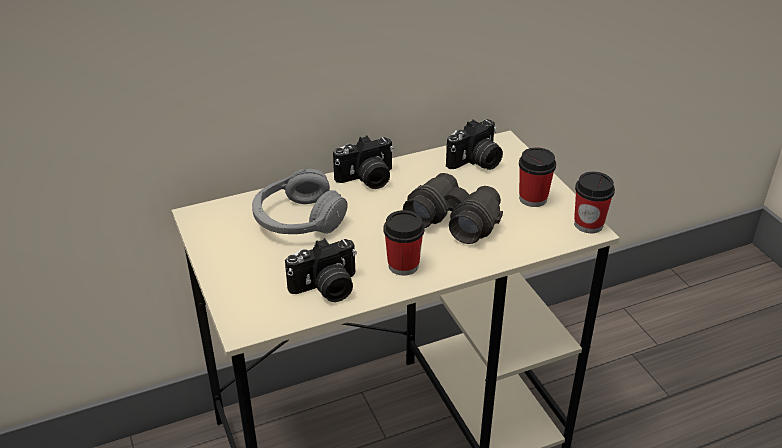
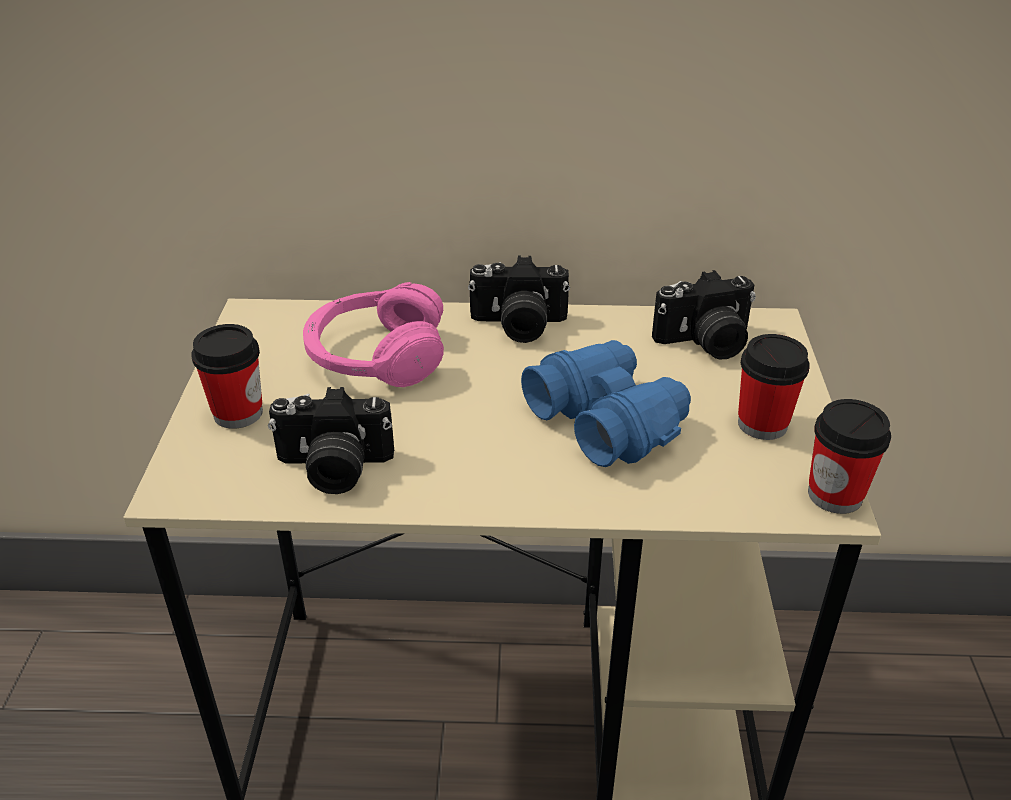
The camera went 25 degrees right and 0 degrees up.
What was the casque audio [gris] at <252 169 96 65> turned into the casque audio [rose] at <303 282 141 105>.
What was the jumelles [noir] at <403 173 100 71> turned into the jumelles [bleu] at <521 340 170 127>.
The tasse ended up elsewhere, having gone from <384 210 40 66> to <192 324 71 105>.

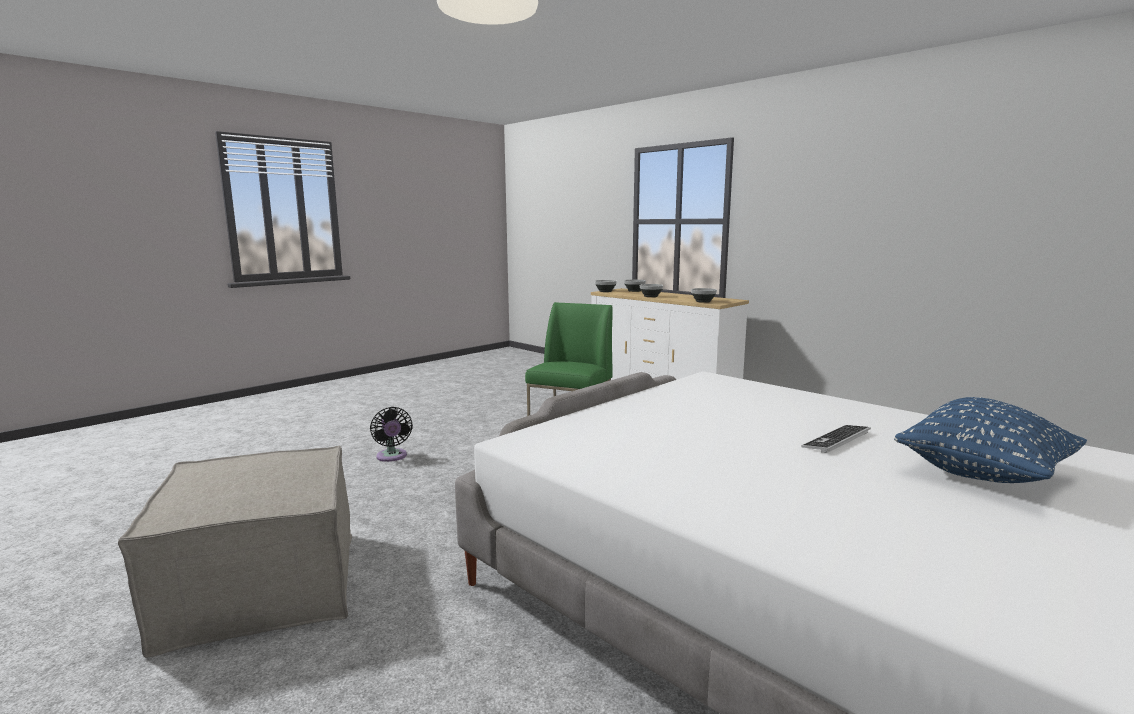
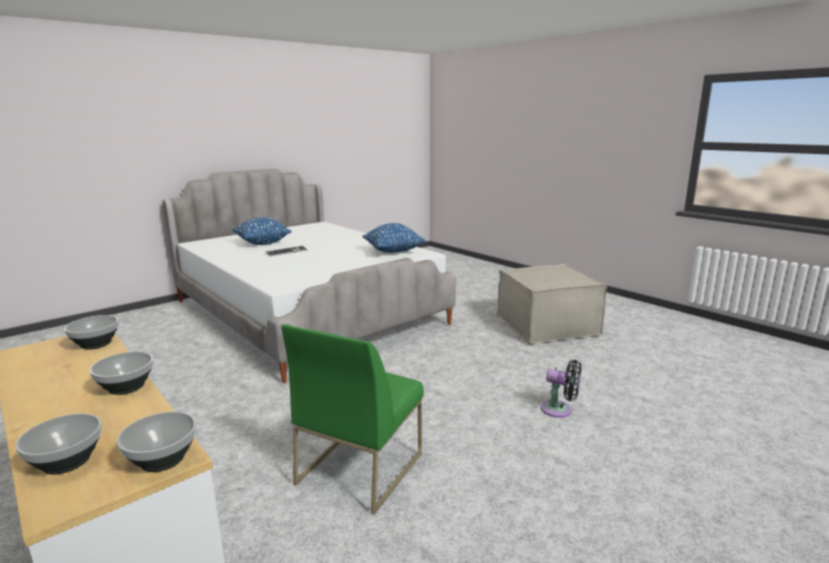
The camera went 175 degrees left and 5 degrees up.
The ventilateur [noir] at <370 407 43 55> ended up facing another way, 135 degrees clockwise from before.
The second view gained the coussin [bleu] at <363 223 63 30>.

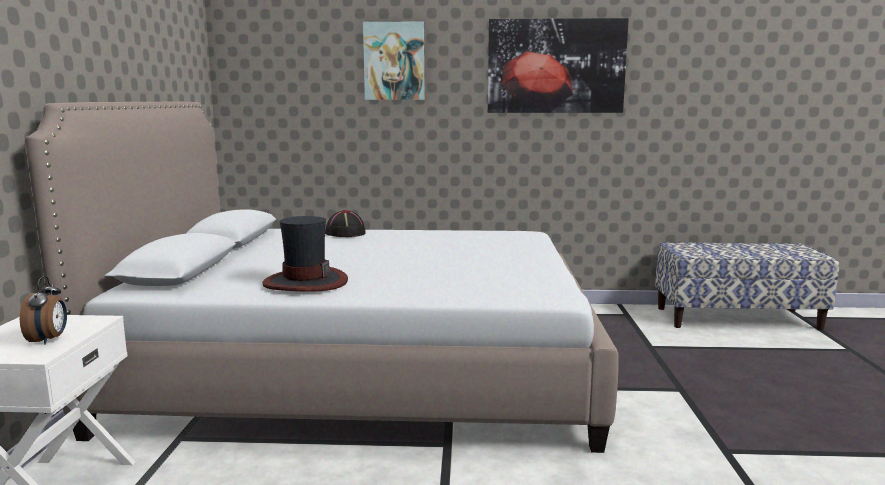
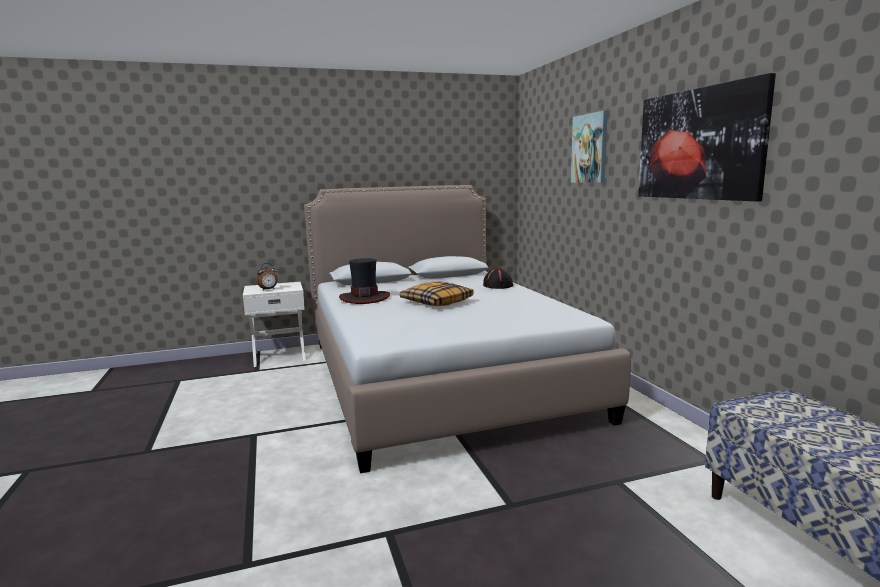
The camera went 70 degrees right and 0 degrees up.
The second view gained the coussin at <400 282 74 24>.

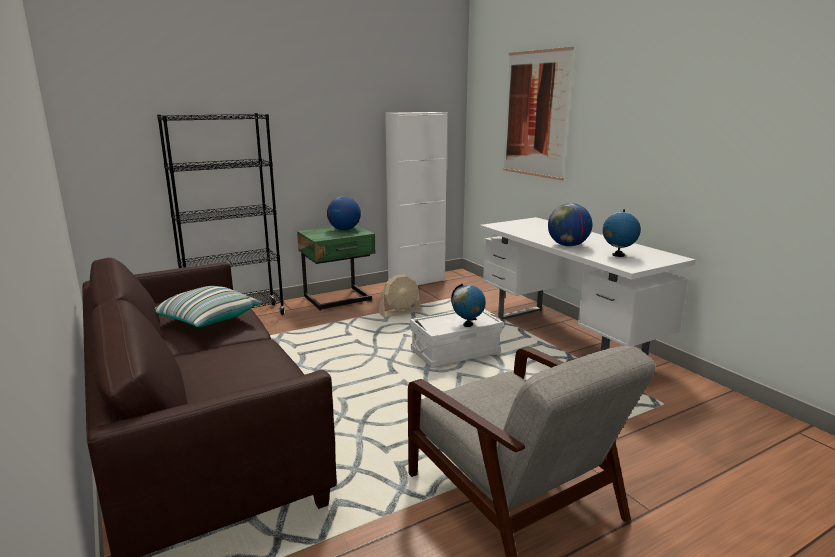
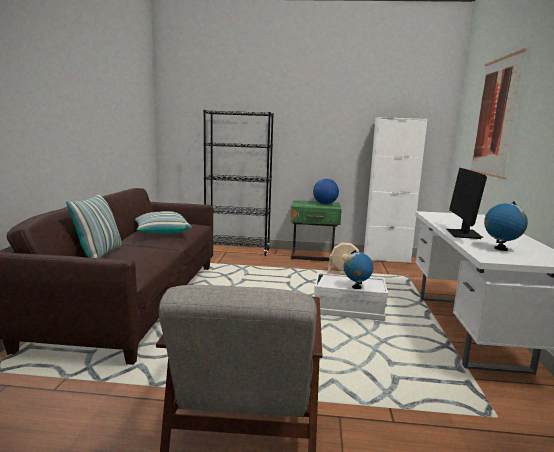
The camera went 35 degrees right and 5 degrees down.
Where the globe stood at <548 203 44 43>, the écran d'ordinateur came to stand at <446 168 41 71>.
The second view gained the coussin at <66 193 56 65>.

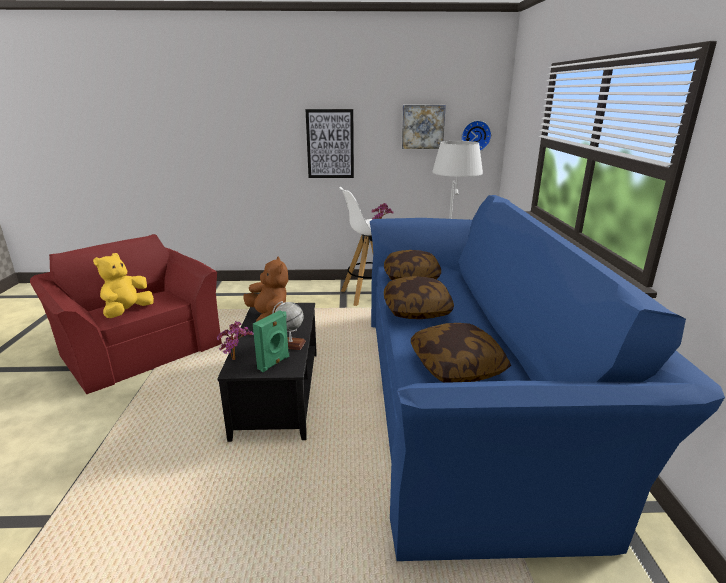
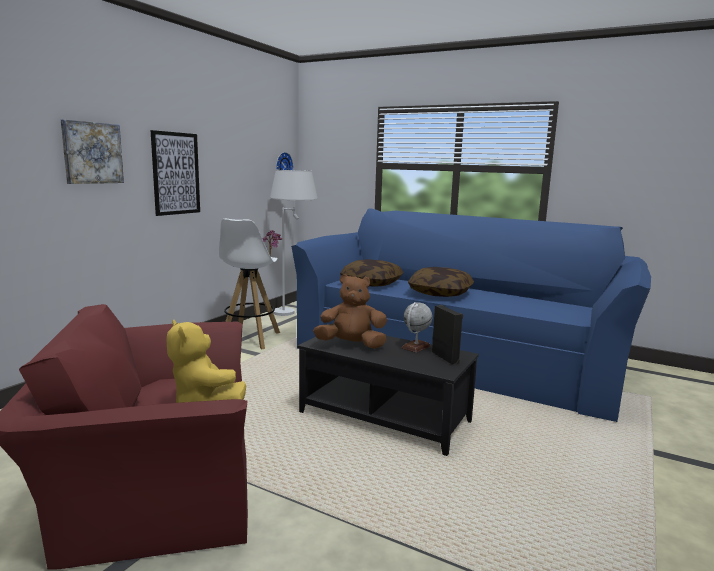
The camera went 60 degrees left and 10 degrees down.
The tableau ended up elsewhere, having gone from <402 105 44 44> to <61 120 63 64>.
What was the enceinte [vert] at <253 310 36 62> turned into the enceinte [noir] at <432 305 31 59>.
The second view lost the plante en pot at <217 321 37 39>.
The second view lost the coussin at <411 323 100 60>.

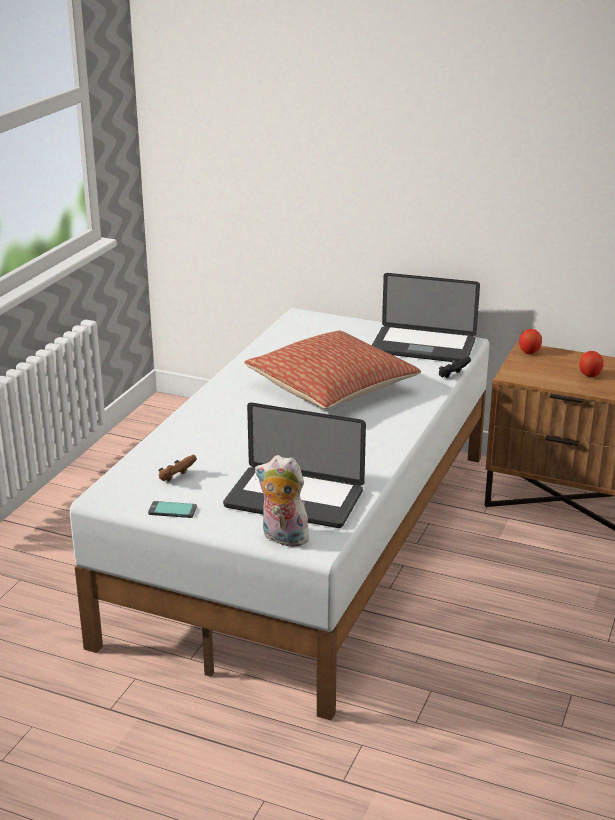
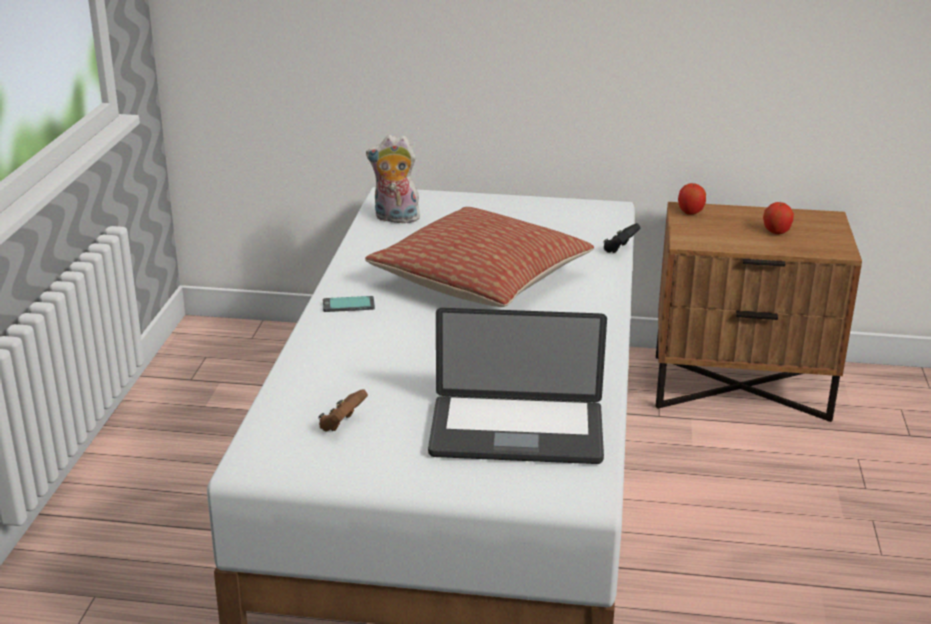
The camera went 15 degrees left and 0 degrees up.
The second view lost the ordinateur portable at <372 273 108 89>.
The peluche ended up elsewhere, having gone from <255 455 58 92> to <366 135 56 88>.
The téléphone ended up elsewhere, having gone from <148 501 49 17> to <323 296 52 16>.

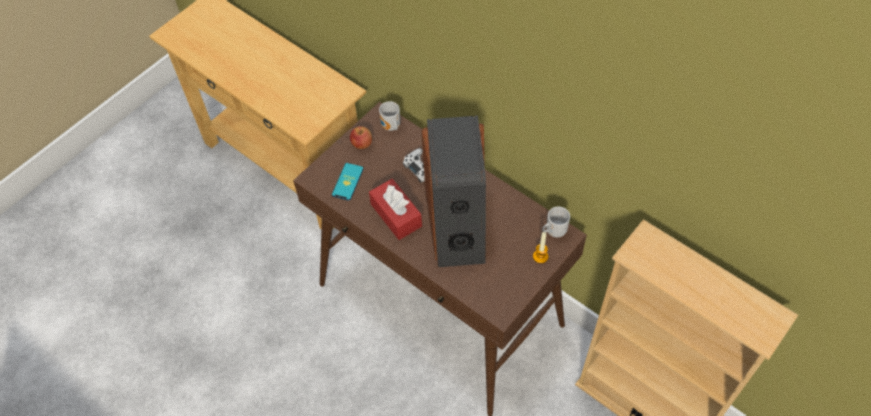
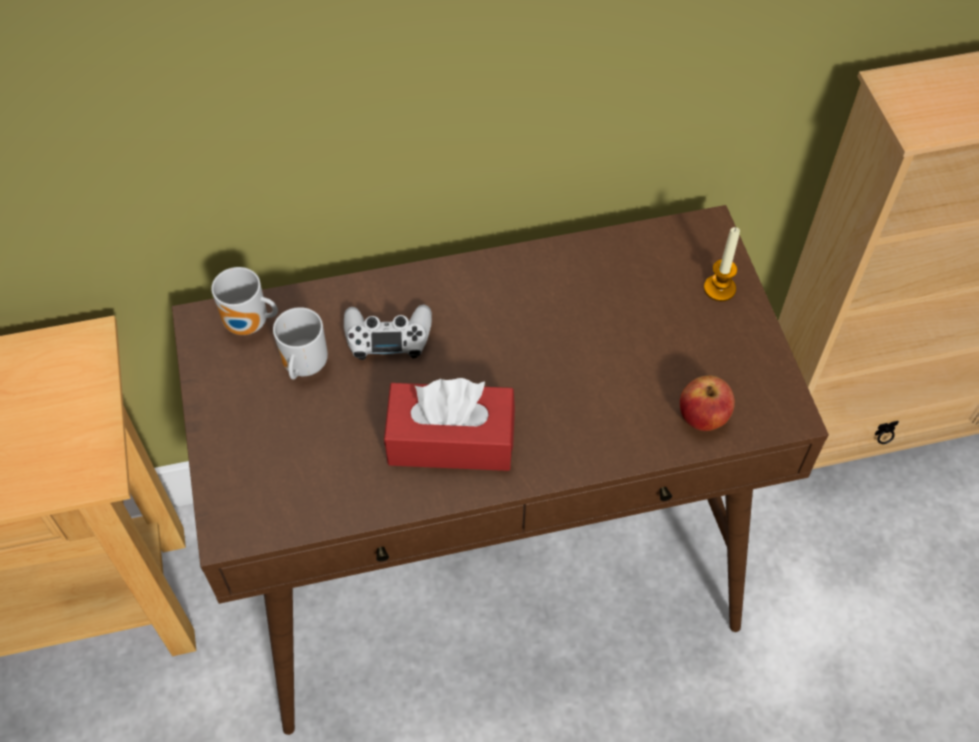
The camera went 55 degrees left and 0 degrees up.
The second view lost the enceinte at <421 116 65 151>.
The pomme ended up elsewhere, having gone from <350 126 22 23> to <680 375 55 56>.
The second view lost the téléphone at <332 163 32 38>.
The mug ended up elsewhere, having gone from <542 207 28 31> to <273 307 55 73>.

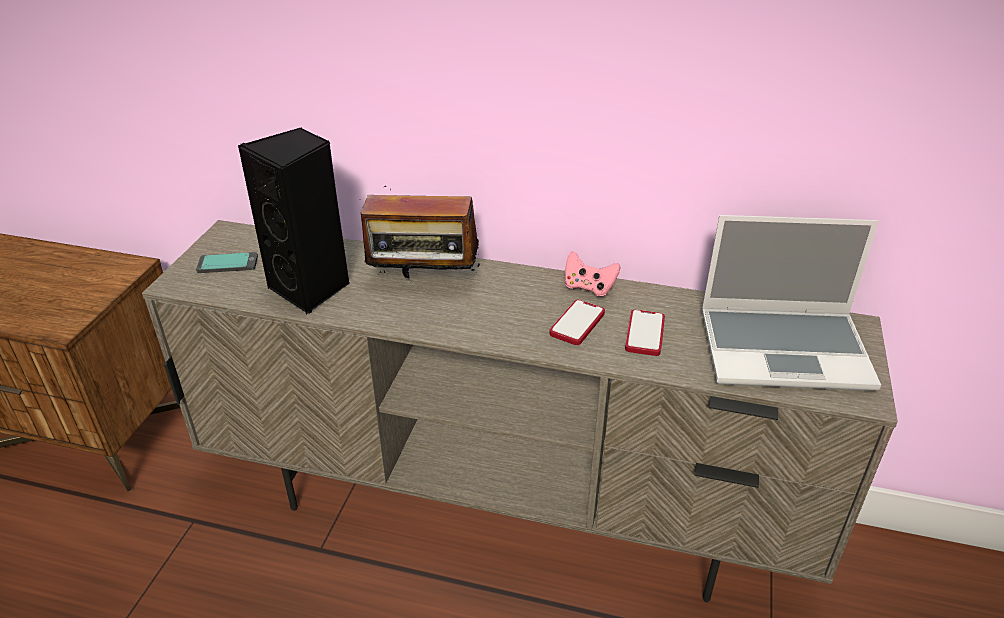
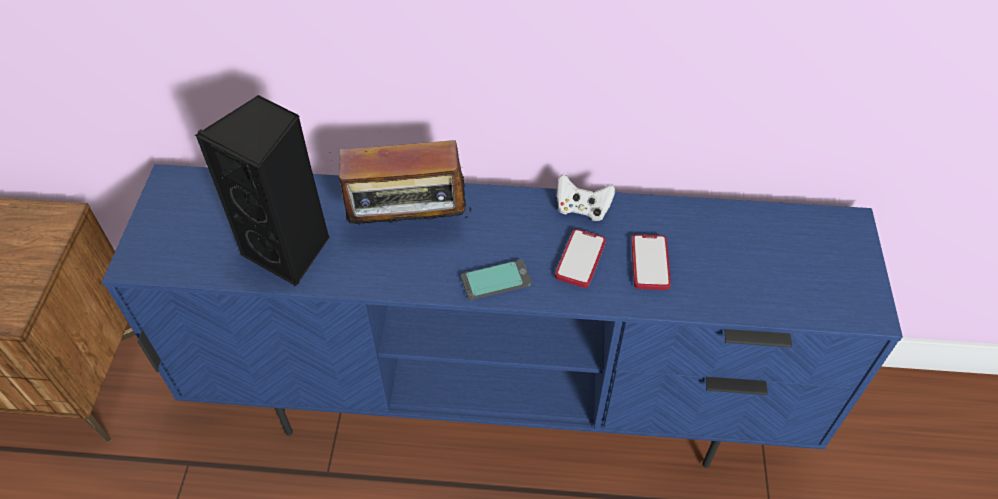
The camera went 10 degrees left and 15 degrees up.
The second view lost the ordinateur portable at <701 215 180 176>.
What was the meuble télé [beige] at <142 220 756 382> turned into the meuble télé [bleu] at <102 164 801 304>.
What was the manette [rose] at <565 251 55 46> turned into the manette [blanc] at <557 174 58 47>.
The téléphone ended up elsewhere, having gone from <196 252 62 21> to <461 260 70 40>.

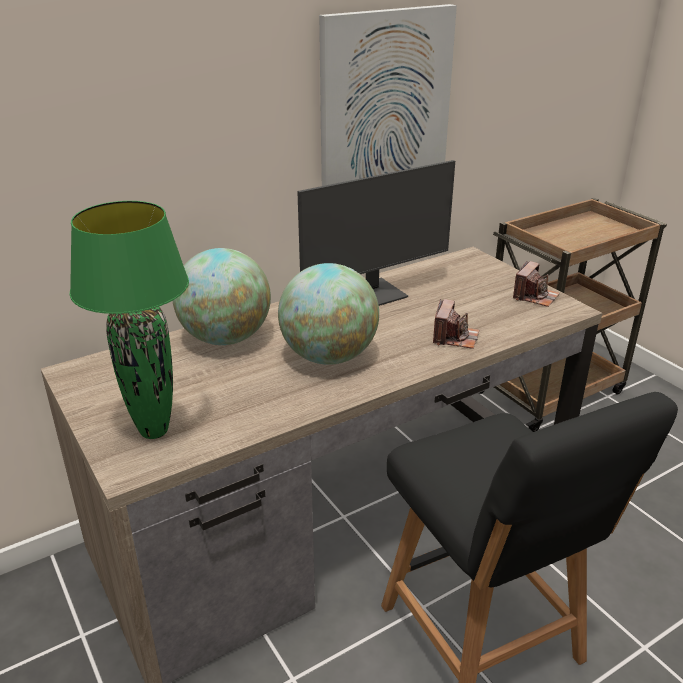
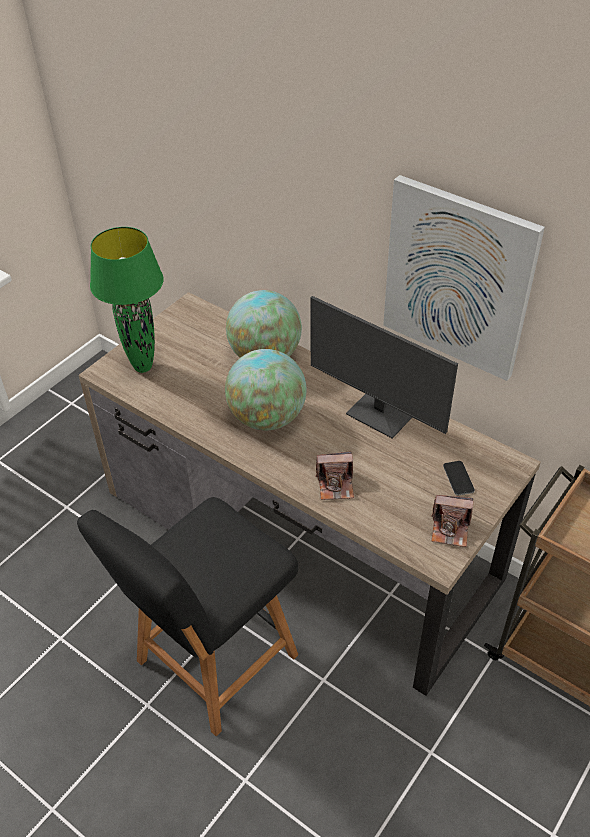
The camera went 70 degrees right and 15 degrees up.
The second view gained the téléphone at <443 461 32 35>.

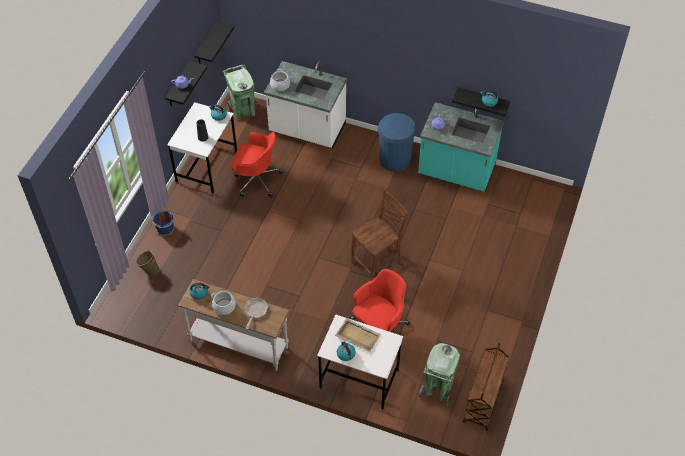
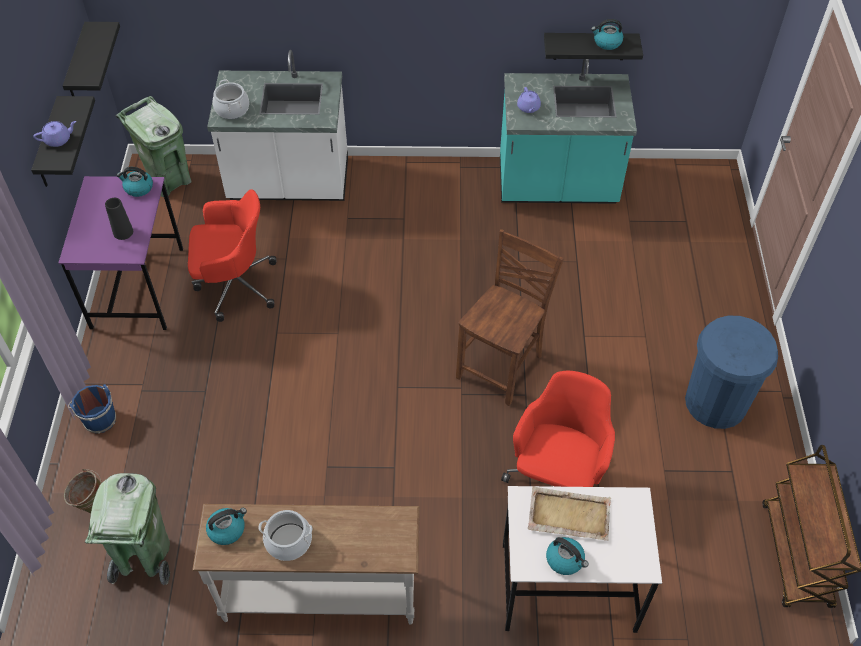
The camera went 20 degrees left and 0 degrees up.
What was the bureau [blanc] at <167 102 70 91> turned into the bureau [violet] at <59 176 124 154>.
The poubelle [bleu] ended up elsewhere, having gone from <377 113 39 59> to <685 316 93 113>.
The second view lost the poêle at <244 297 24 32>.
The poubelle [vert] ended up elsewhere, having gone from <418 343 42 64> to <85 473 85 112>.

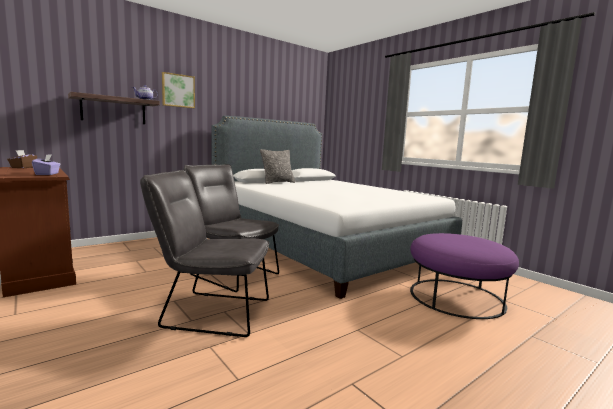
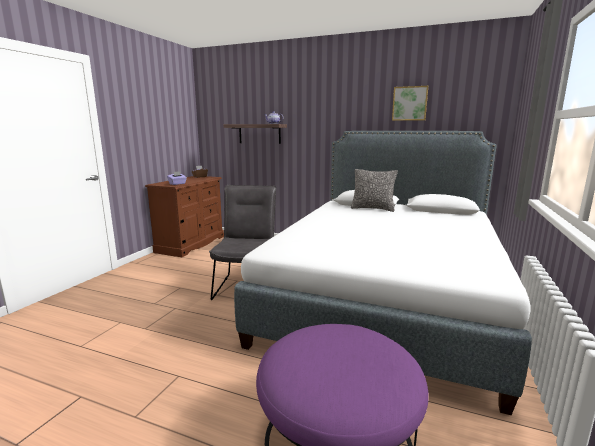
The camera went 60 degrees right and 5 degrees up.
The tableau ended up elsewhere, having gone from <162 72 33 36> to <392 86 36 35>.
The second view lost the chaise [gris] at <140 170 129 167>.

